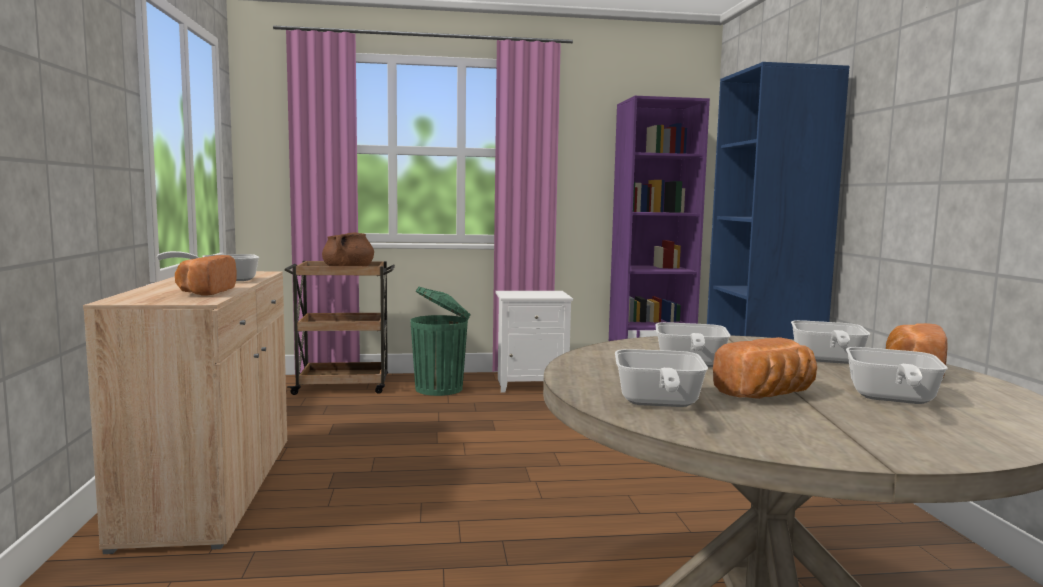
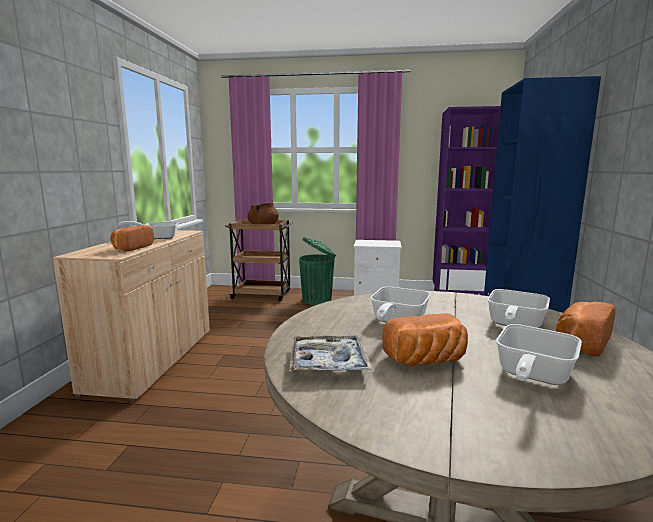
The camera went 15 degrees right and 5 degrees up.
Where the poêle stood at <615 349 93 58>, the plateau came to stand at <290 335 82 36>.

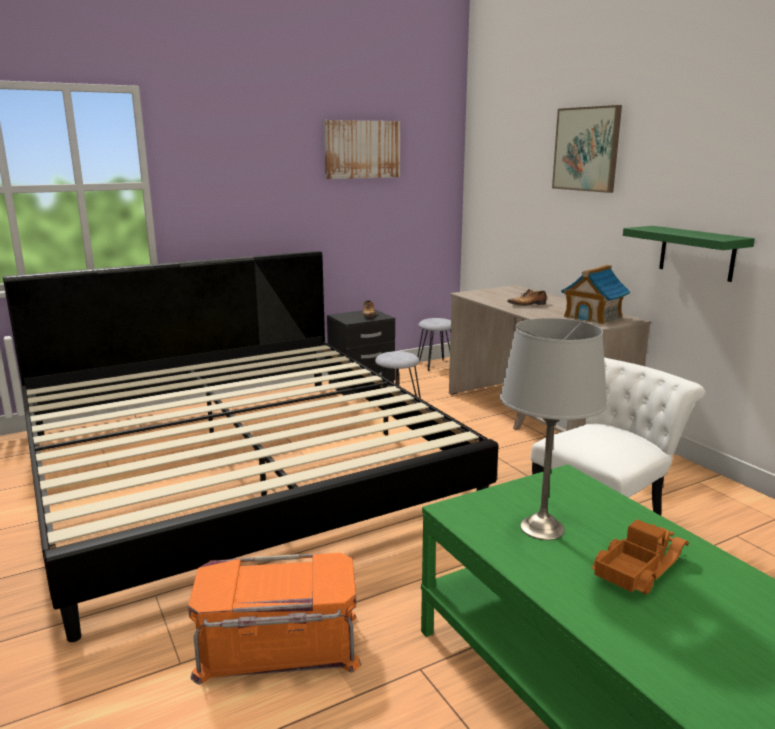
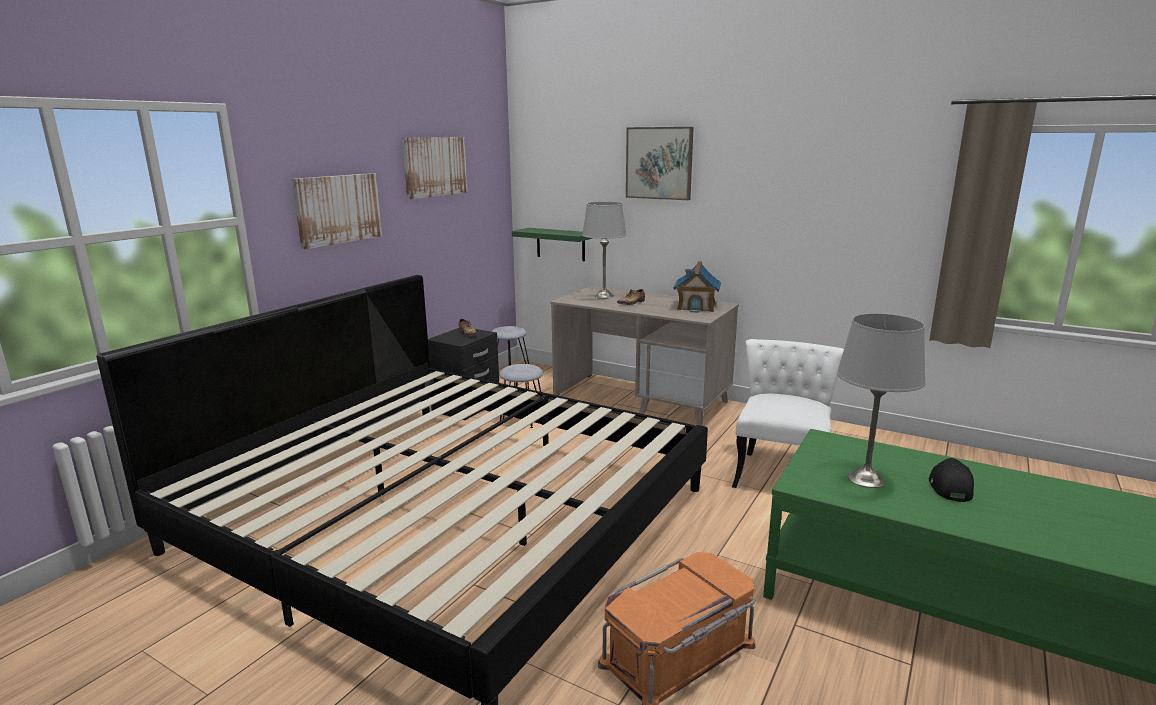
The camera went 30 degrees left and 0 degrees up.
The étagère [vert] ended up elsewhere, having gone from <623 226 132 56> to <512 228 80 33>.
Where the camion jouet stood at <591 519 98 75>, the casquette [noir] came to stand at <929 458 45 44>.
The second view gained the tableau at <292 173 90 76>.
The second view gained the lampe de table [gris] at <582 202 45 97>.

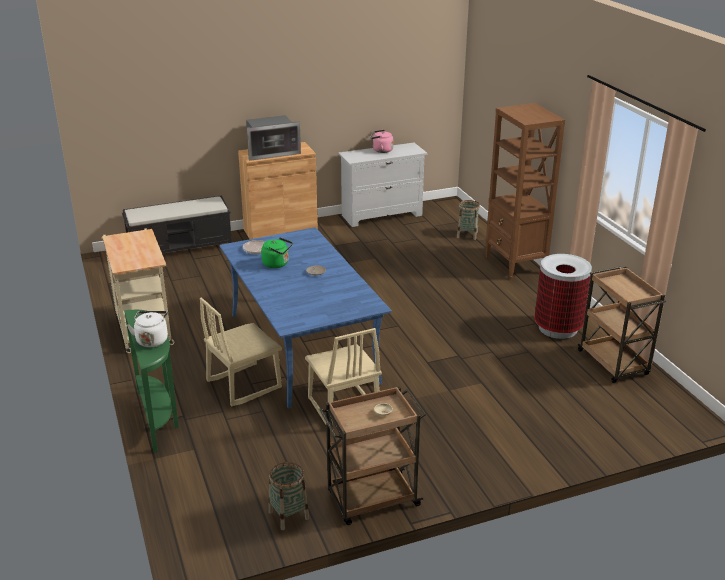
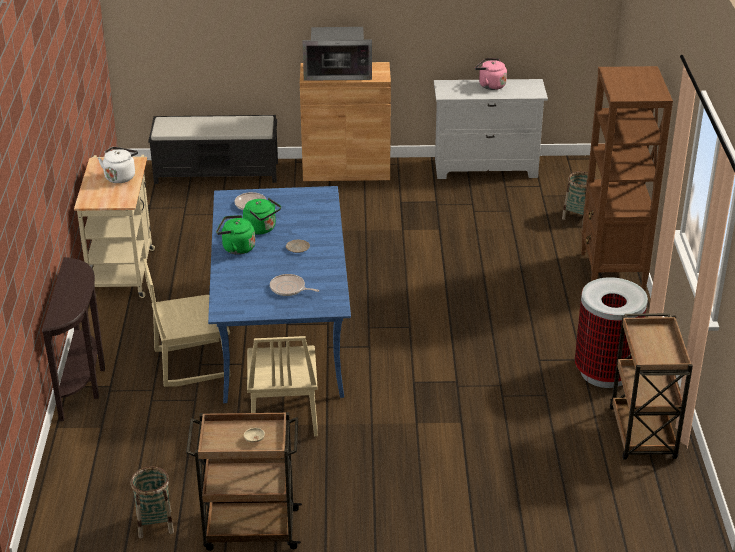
The camera went 20 degrees right and 5 degrees up.
What was the table console [vert] at <124 310 55 143> turned into the table console [marron] at <42 257 63 164>.
The bouilloire [blanc] ended up elsewhere, having gone from <127 311 41 36> to <98 147 40 36>.
The second view gained the bouilloire [vert] at <216 215 39 40>.
The second view gained the poêle at <270 274 50 22>.

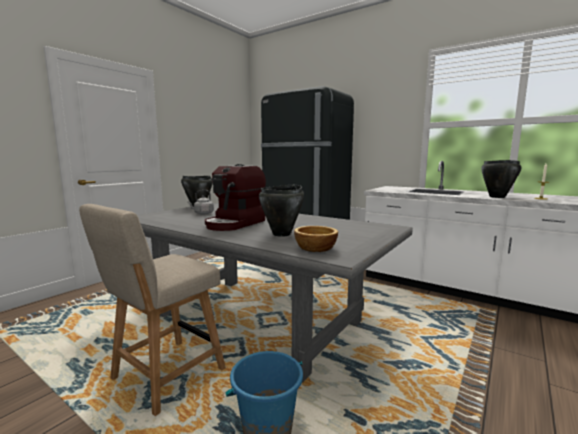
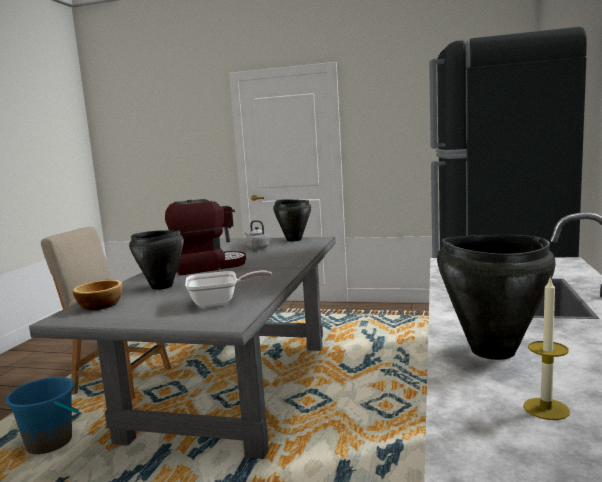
The camera went 70 degrees right and 0 degrees up.
The machine à café at <205 164 61 67> ended up facing another way, 150 degrees clockwise from before.
The second view gained the poêle at <185 270 87 37>.

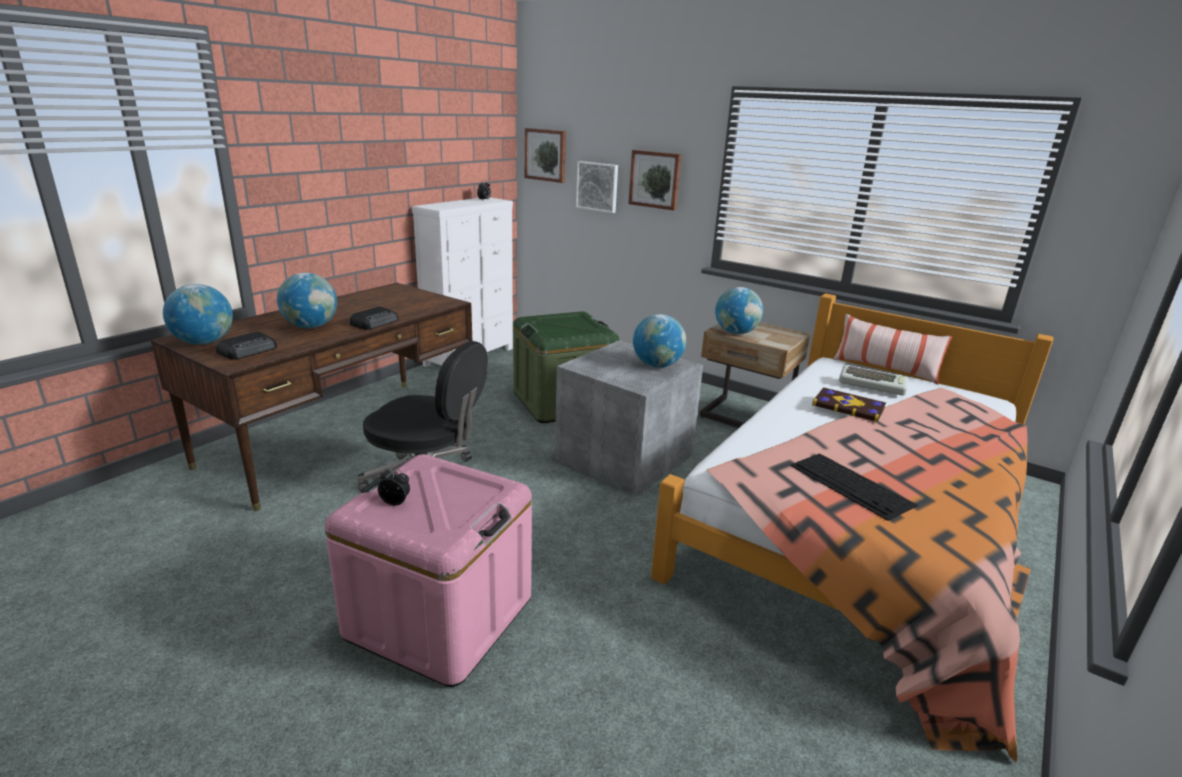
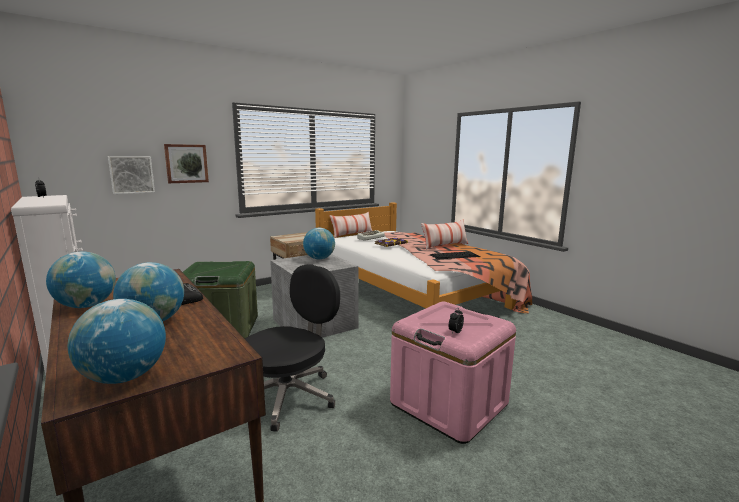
The camera went 70 degrees left and 10 degrees down.
The second view lost the tableau at <525 128 41 55>.
The globe ended up elsewhere, having gone from <715 287 48 47> to <46 252 70 56>.
The second view lost the radio at <216 331 61 29>.
The second view gained the coussin at <421 219 47 31>.

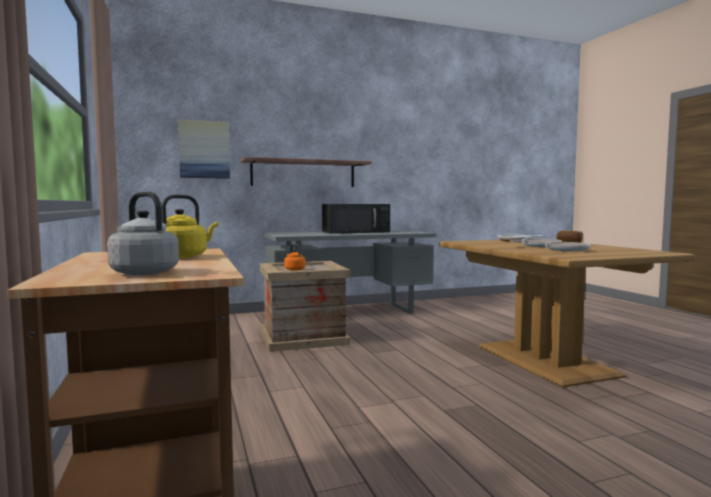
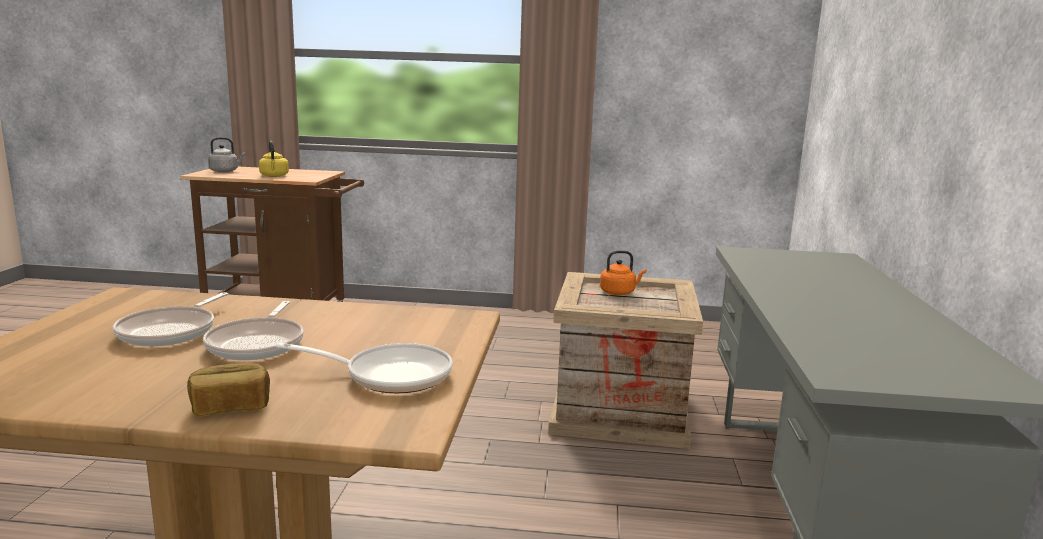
The camera went 115 degrees right and 10 degrees up.
The second view lost the tableau at <178 120 52 59>.
The second view lost the étagère at <240 157 132 30>.
The second view lost the micro-ondes [noir] at <322 204 68 30>.

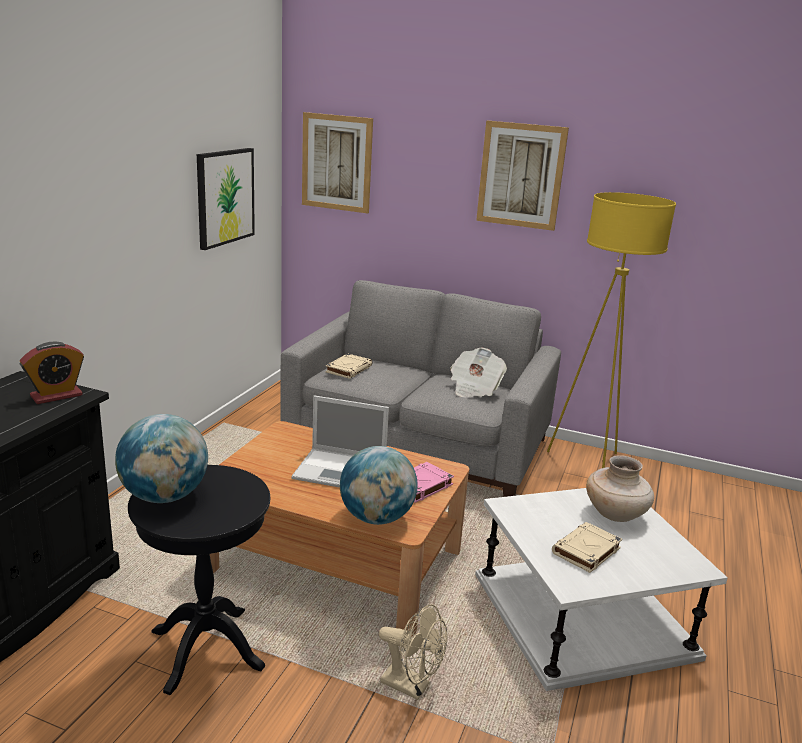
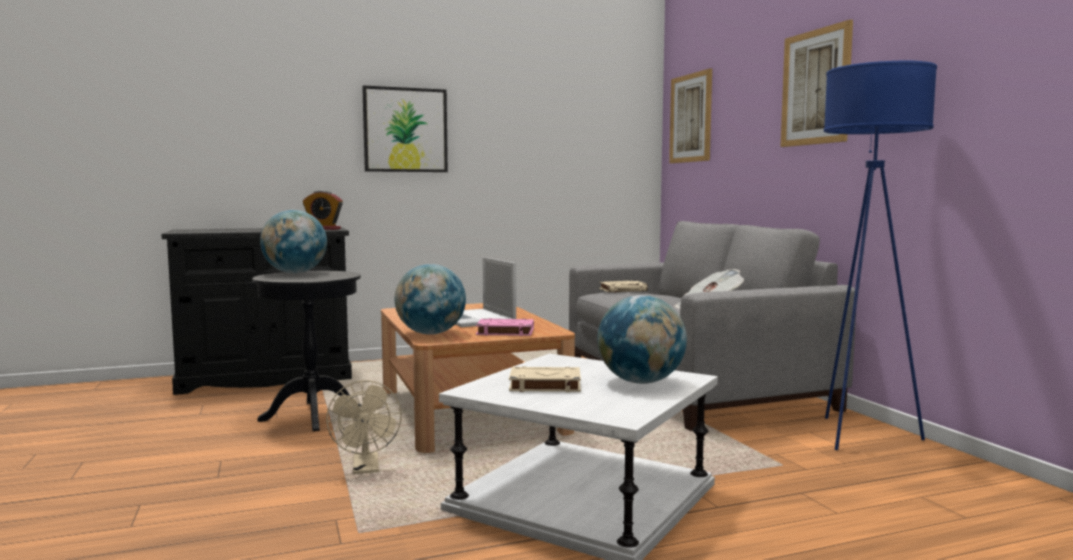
The camera went 50 degrees right and 15 degrees down.
The tableau ended up elsewhere, having gone from <197 148 58 102> to <362 86 86 86>.
What was the lampadaire [jaune] at <547 192 129 276> turned into the lampadaire [bleu] at <824 60 113 390>.
Where the vase [beige] stood at <586 455 68 67>, the globe came to stand at <598 295 89 89>.

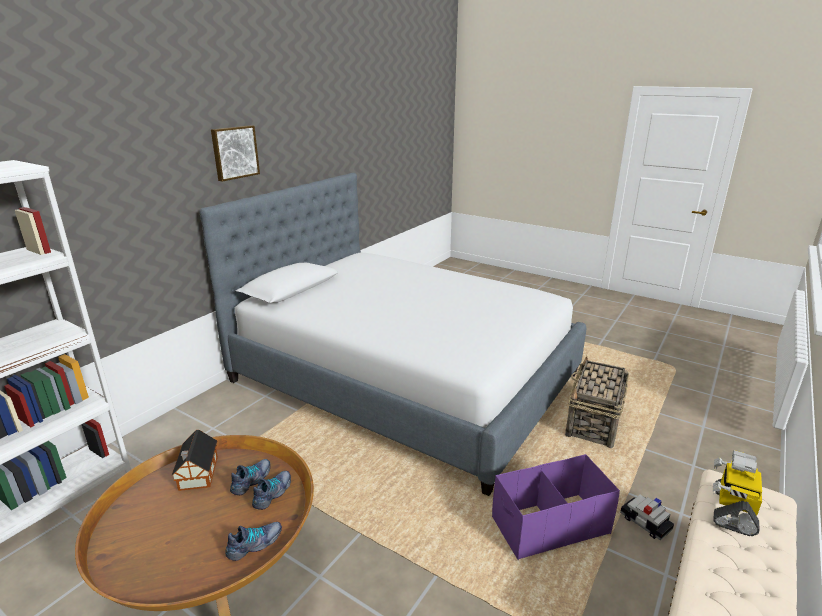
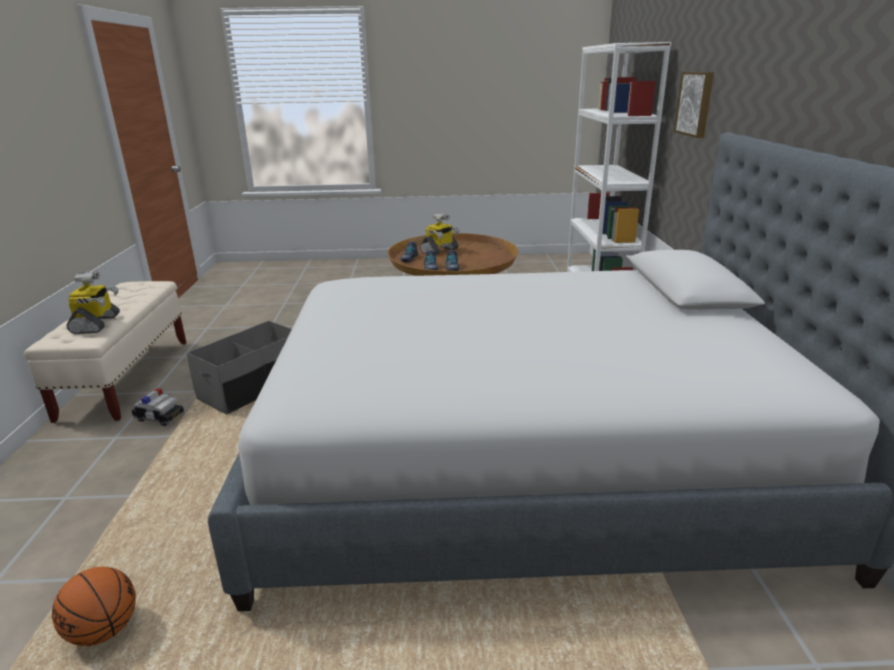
The camera went 145 degrees right and 0 degrees up.
The tableau ended up elsewhere, having gone from <211 125 49 57> to <674 72 40 66>.
The second view lost the panier at <565 356 64 92>.
The second view lost the maison miniature at <171 430 47 61>.
What was the boîte de rangement [violet] at <492 454 128 106> turned into the boîte de rangement [gris] at <187 321 105 94>.
The second view gained the robot jouet at <420 213 40 42>.
The second view gained the ballon de basket at <52 567 84 79>.

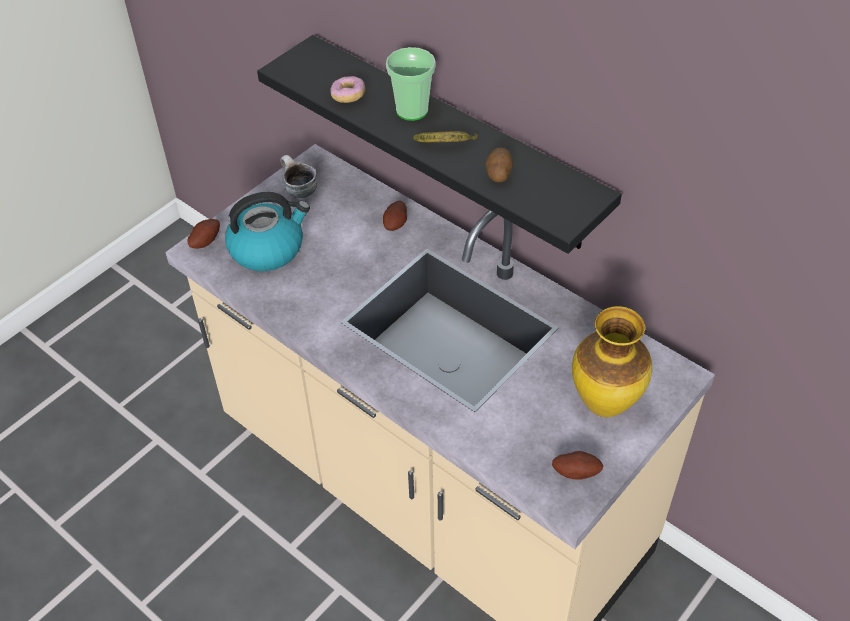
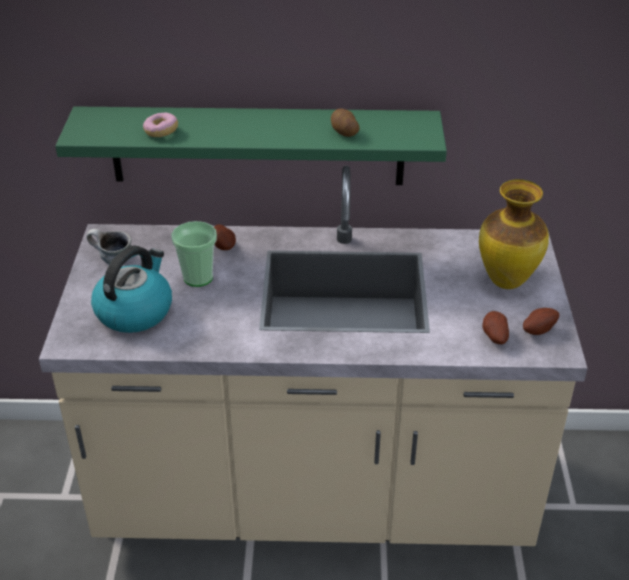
The camera went 40 degrees left and 10 degrees down.
What was the étagère [noir] at <257 35 365 219> turned into the étagère [vert] at <55 106 392 79>.
The tasse ended up elsewhere, having gone from <386 47 50 74> to <171 221 46 66>.
The second view lost the banane at <413 131 65 11>.
The pomme de terre ended up elsewhere, having gone from <187 219 33 30> to <482 311 27 33>.

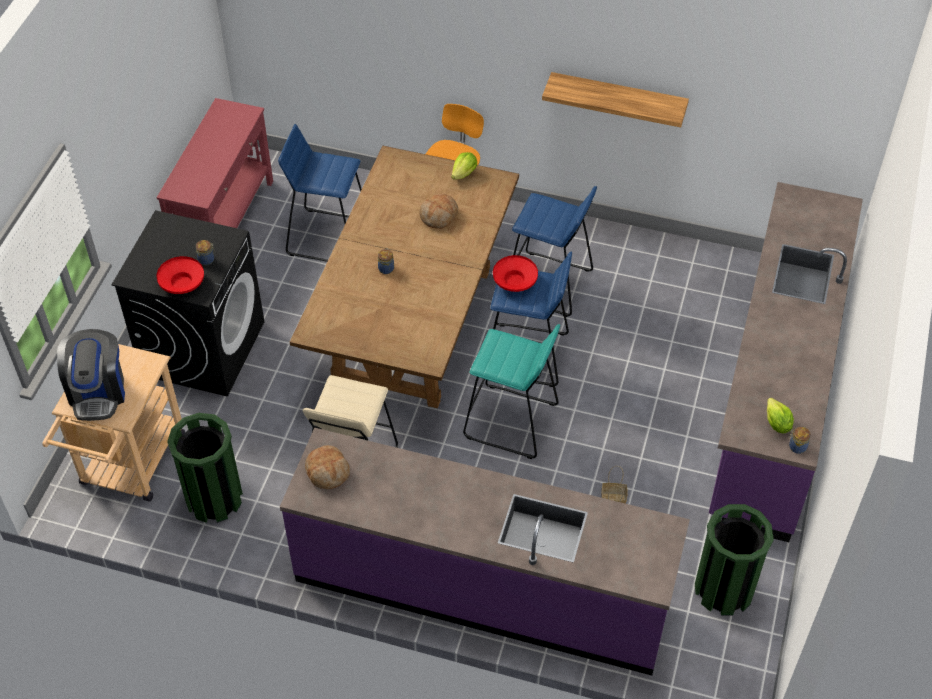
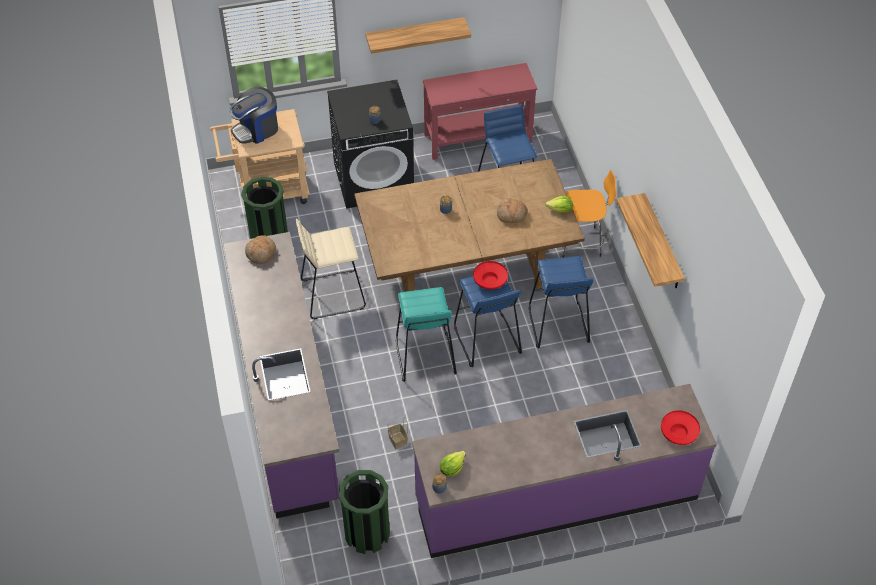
The camera went 60 degrees right and 0 degrees up.
The bol [rouge] ended up elsewhere, having gone from <157 256 47 38> to <661 410 39 35>.
The second view gained the étagère at <365 17 106 37>.

